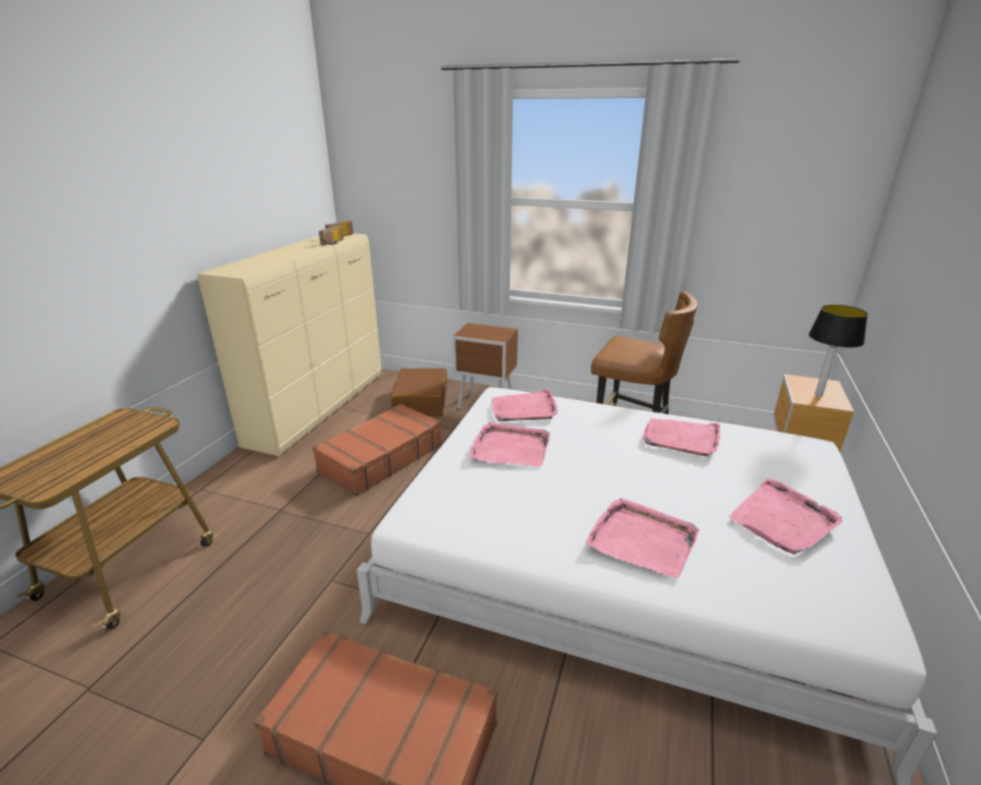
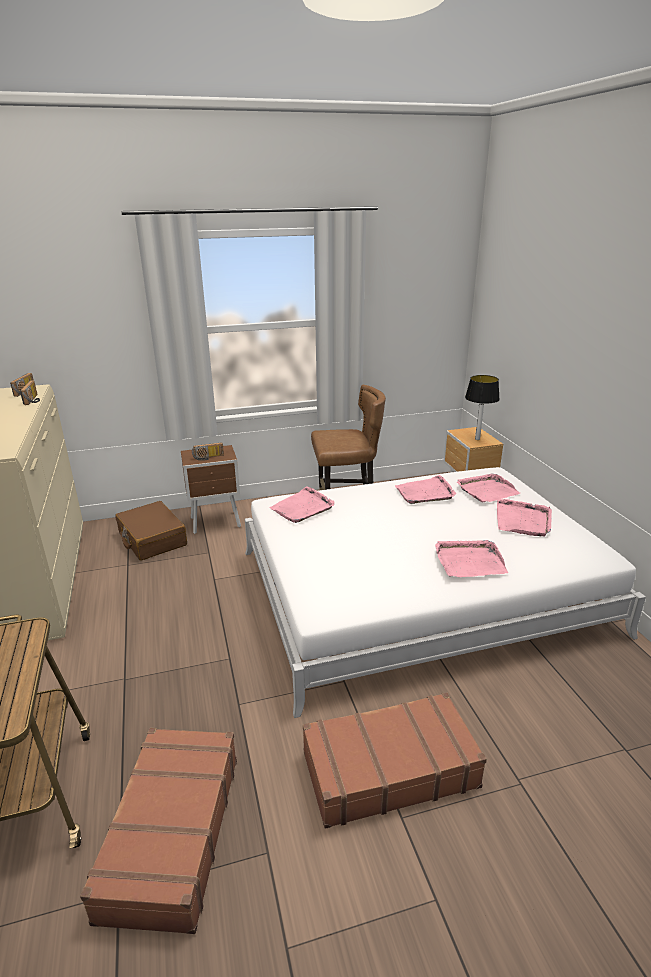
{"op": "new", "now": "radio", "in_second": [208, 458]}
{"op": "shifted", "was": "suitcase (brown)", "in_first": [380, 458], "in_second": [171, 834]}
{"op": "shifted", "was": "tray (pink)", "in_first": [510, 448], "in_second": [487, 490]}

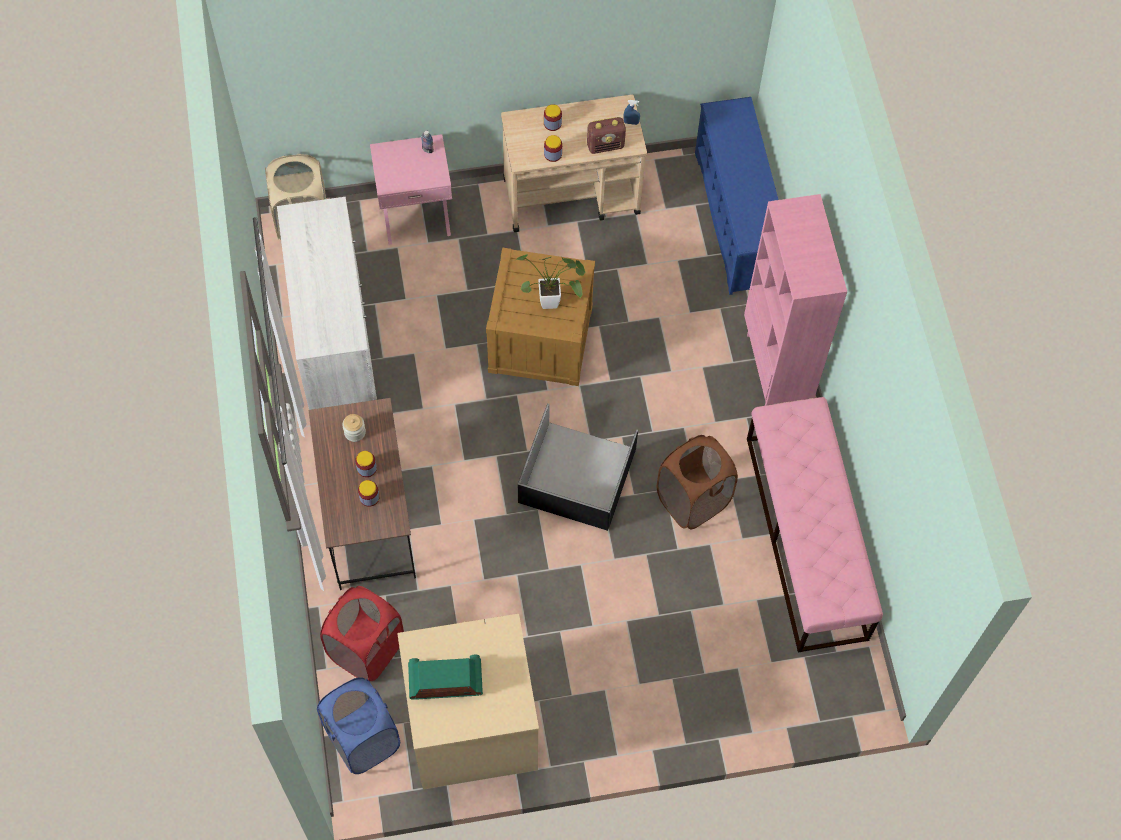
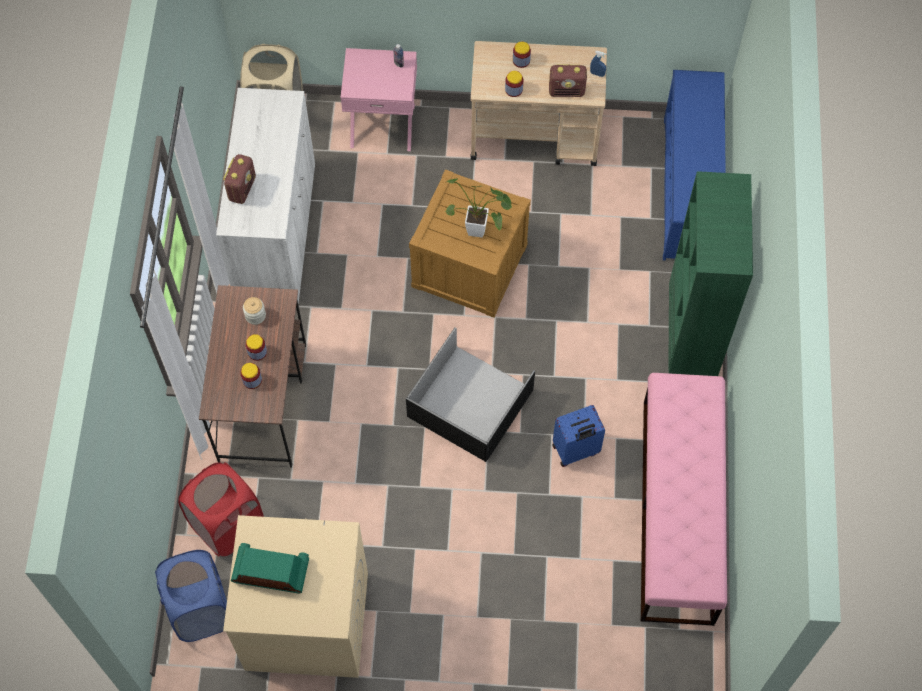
{"op": "new", "now": "radio", "in_second": [242, 188]}
{"op": "swapped", "was": "laundry basket (brown)", "now": "suitcase (blue)", "in_first": [693, 500], "in_second": [575, 451]}
{"op": "repainted", "was": "bookcase (pink)", "now": "bookcase (green)", "in_first": [777, 368], "in_second": [691, 340]}

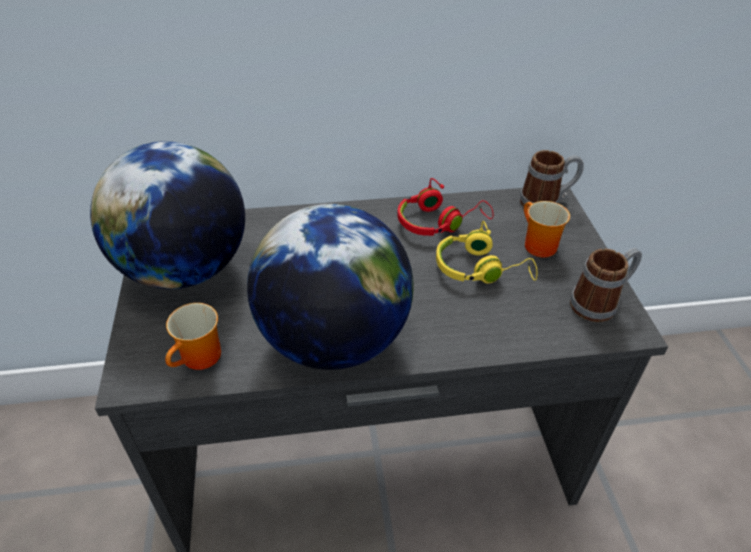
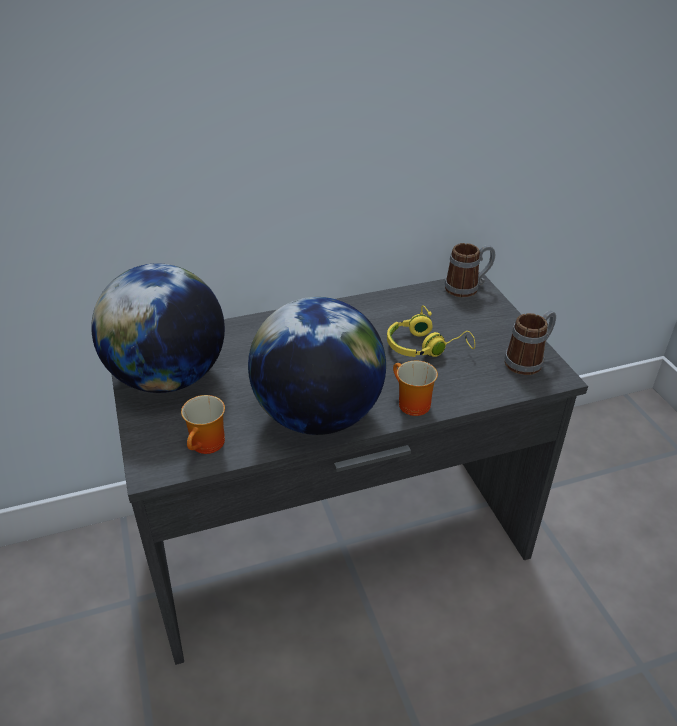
{"op": "gone", "was": "headphones (red)", "in_first": [439, 222]}
{"op": "shifted", "was": "mug", "in_first": [535, 245], "in_second": [409, 404]}

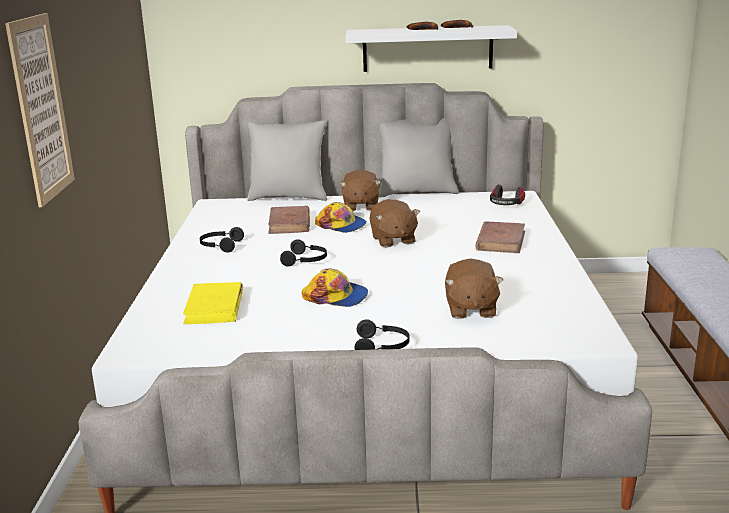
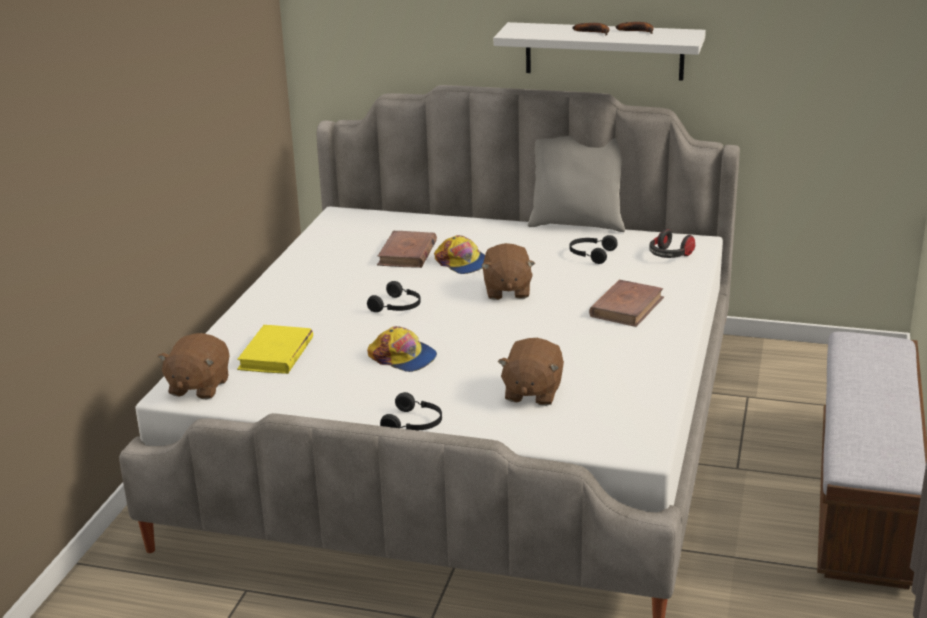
{"op": "gone", "was": "picture", "in_first": [41, 108]}
{"op": "gone", "was": "pillow (grey)", "in_first": [288, 197]}
{"op": "shifted", "was": "headphones (black)", "in_first": [220, 246], "in_second": [591, 254]}
{"op": "shifted", "was": "plush toy (brown)", "in_first": [360, 206], "in_second": [198, 387]}

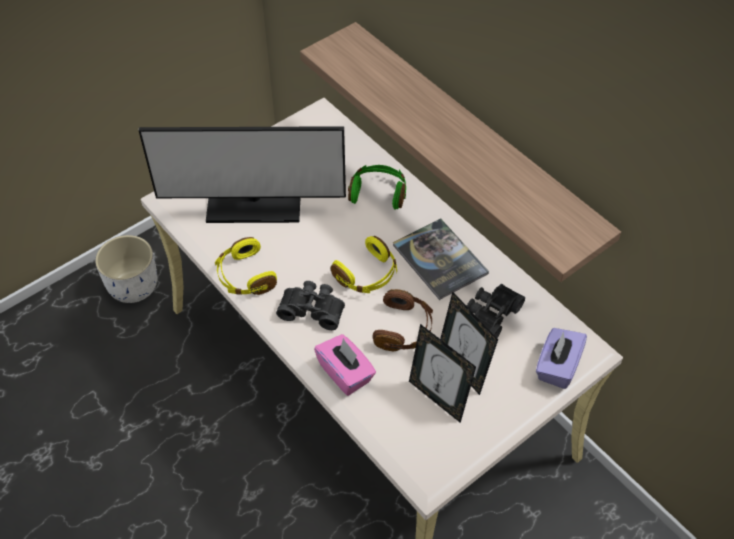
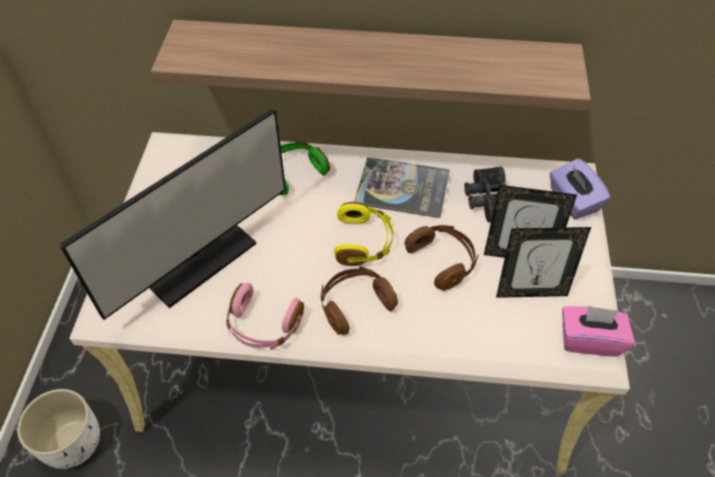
{"op": "shifted", "was": "tissue box (pink)", "in_first": [345, 373], "in_second": [589, 339]}
{"op": "swapped", "was": "binoculars (black)", "now": "headphones (brown)", "in_first": [313, 309], "in_second": [354, 304]}
{"op": "repainted", "was": "headphones (yellow)", "now": "headphones (pink)", "in_first": [245, 276], "in_second": [263, 325]}

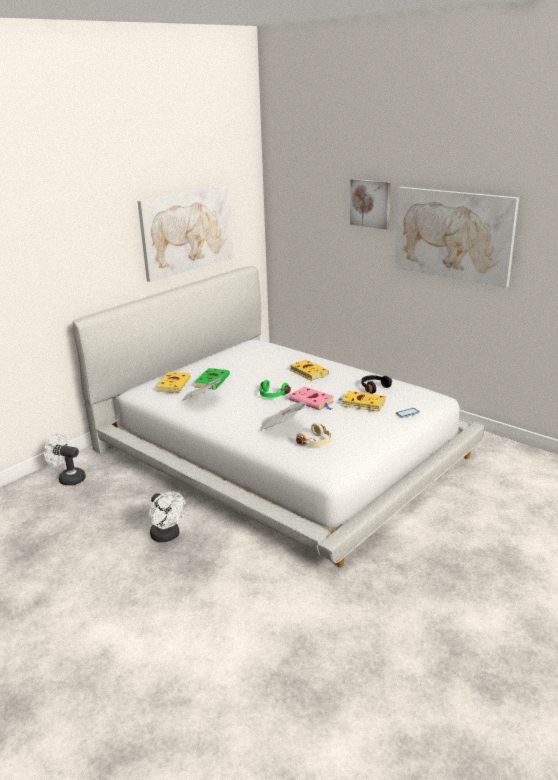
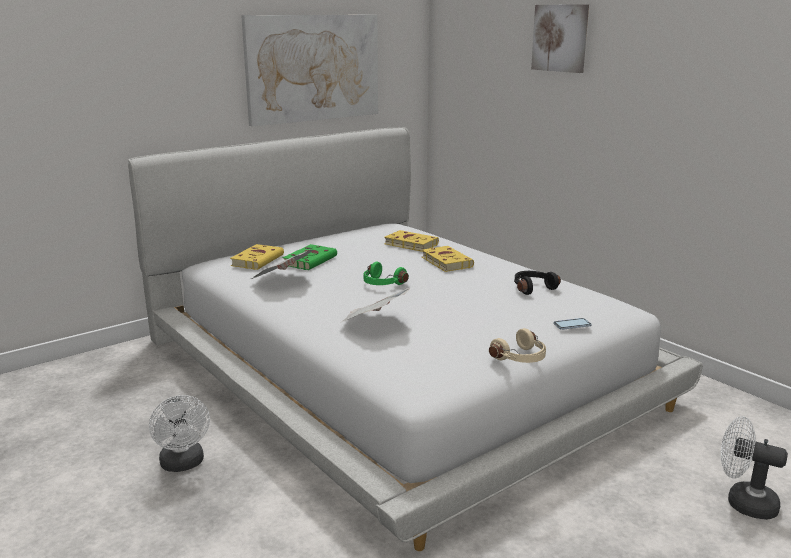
{"op": "gone", "was": "book (pink)", "in_first": [312, 401]}
{"op": "gone", "was": "picture", "in_first": [453, 235]}
{"op": "shifted", "was": "fan (white)", "in_first": [68, 478], "in_second": [743, 502]}
{"op": "shifted", "was": "headphones (beige)", "in_first": [316, 442], "in_second": [521, 358]}
{"op": "shifted", "was": "book (yellow)", "in_first": [362, 403], "in_second": [409, 244]}

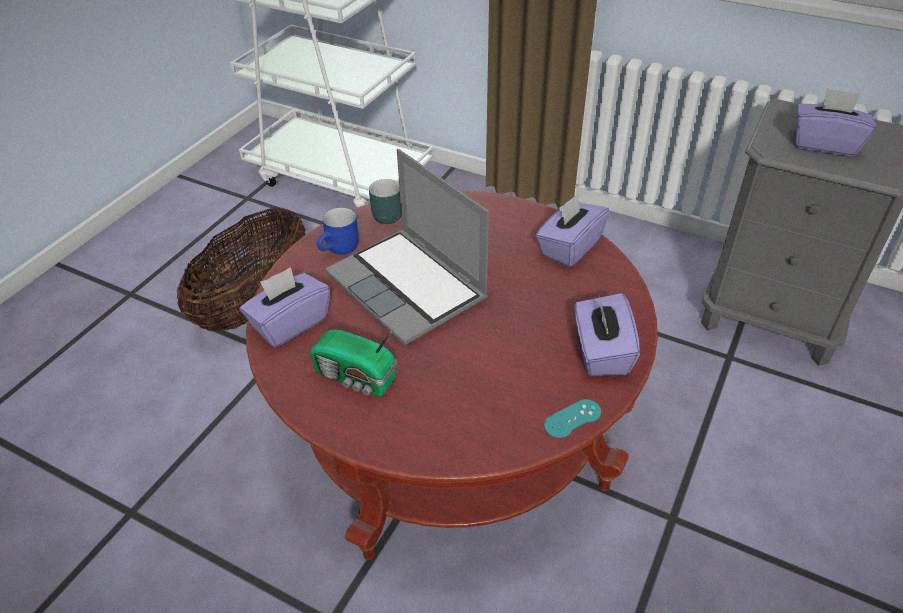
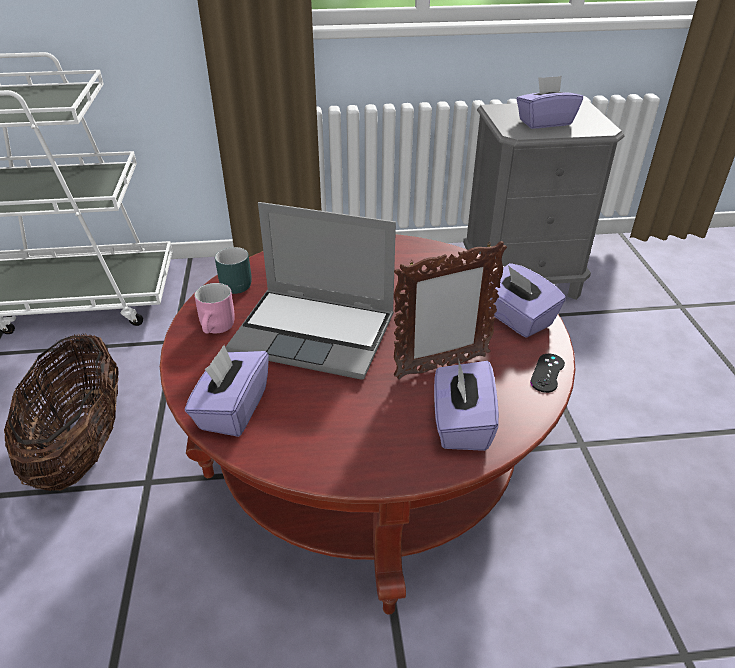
{"op": "gone", "was": "radio", "in_first": [356, 378]}
{"op": "new", "now": "picture frame", "in_second": [441, 366]}
{"op": "shifted", "was": "tissue box (purple)", "in_first": [569, 247], "in_second": [461, 424]}
{"op": "repainted", "was": "mug (blue)", "now": "mug (pink)", "in_first": [340, 249], "in_second": [218, 328]}
{"op": "repainted", "was": "game controller (turquoise)", "now": "game controller (black)", "in_first": [572, 419], "in_second": [547, 373]}

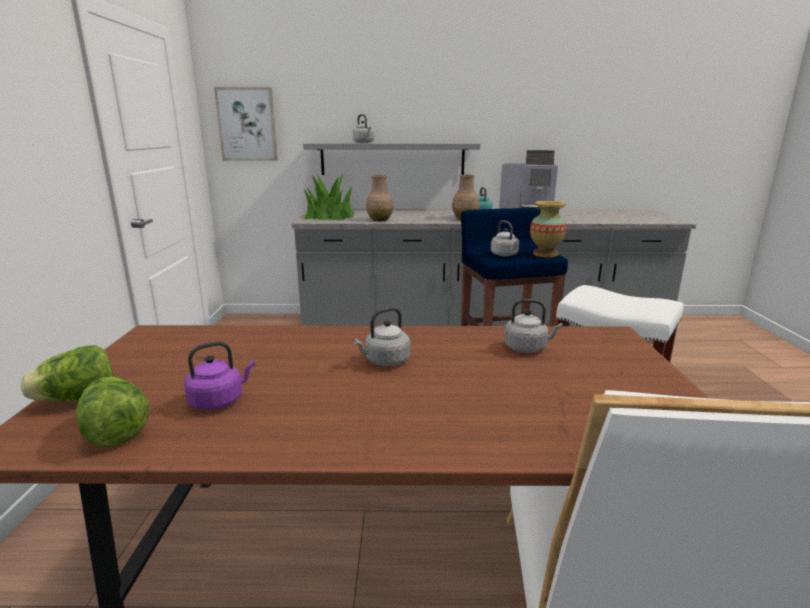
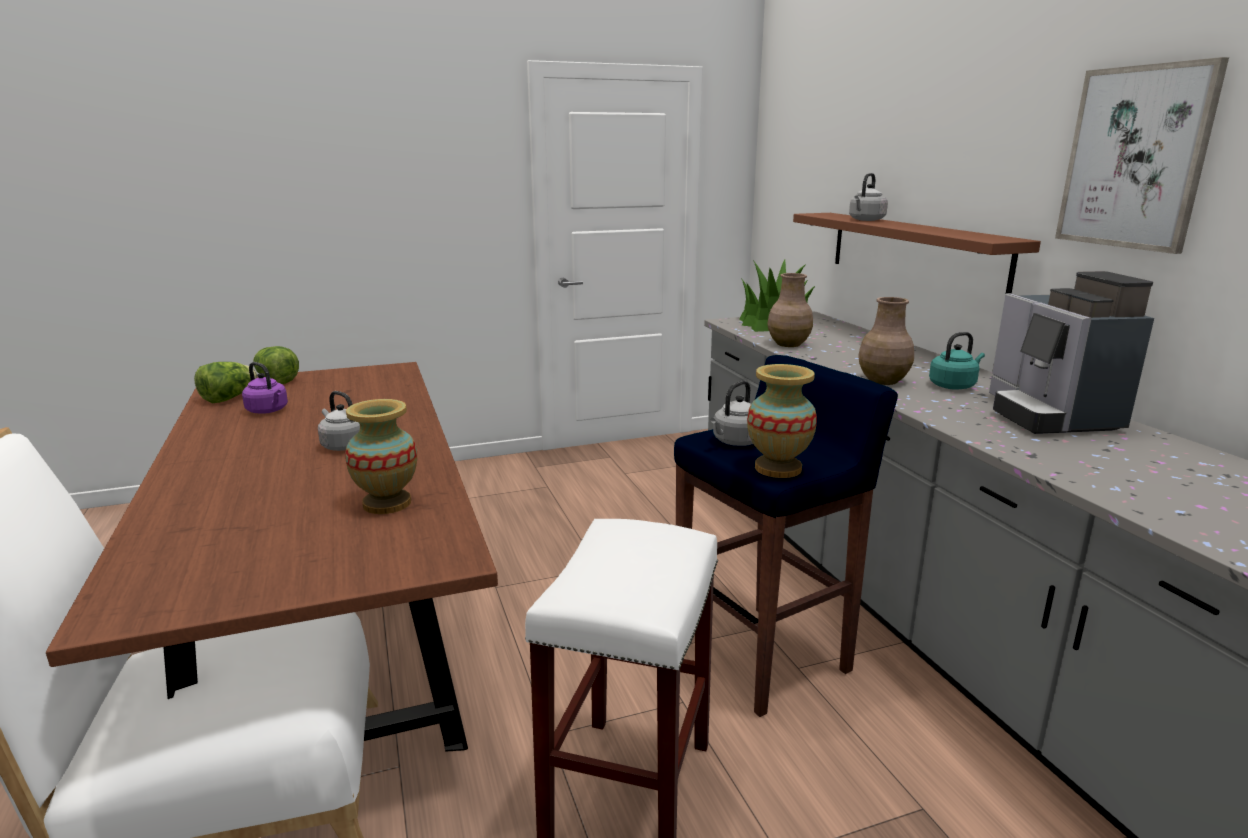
{"op": "shifted", "was": "picture", "in_first": [247, 124], "in_second": [1135, 158]}
{"op": "swapped", "was": "kettle (grey)", "now": "vase", "in_first": [527, 348], "in_second": [387, 504]}
{"op": "repainted", "was": "shelf (grey)", "now": "shelf (brown)", "in_first": [392, 159], "in_second": [913, 252]}

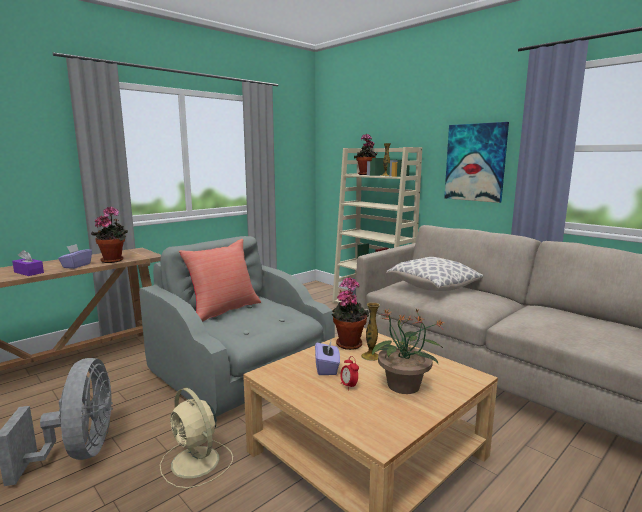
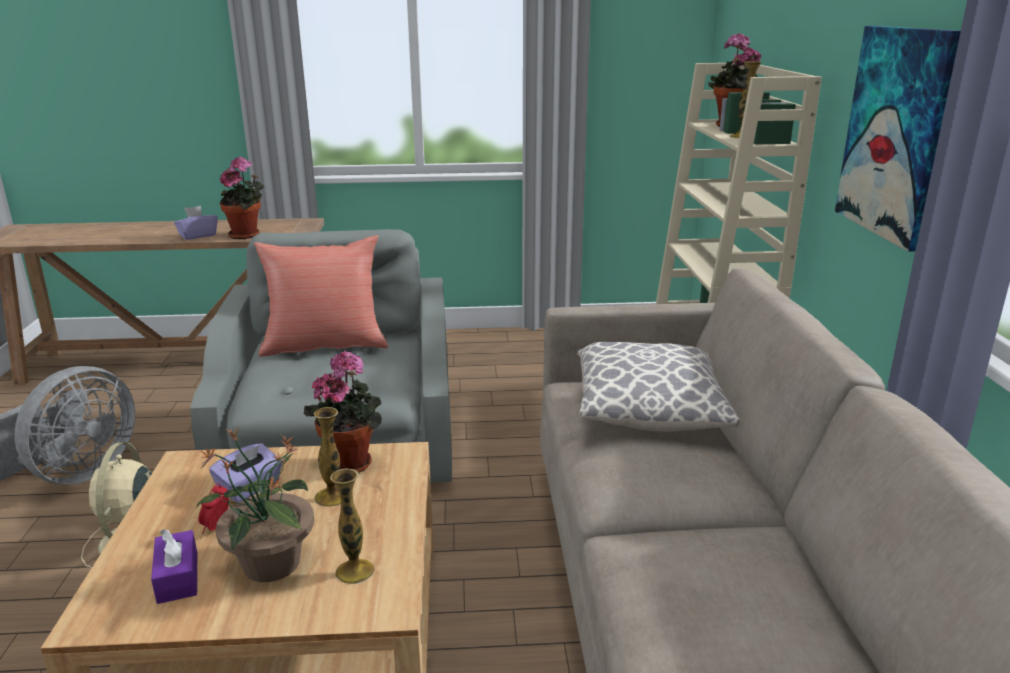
{"op": "new", "now": "vase", "in_second": [355, 571]}
{"op": "shifted", "was": "tissue box (purple)", "in_first": [29, 272], "in_second": [178, 577]}

